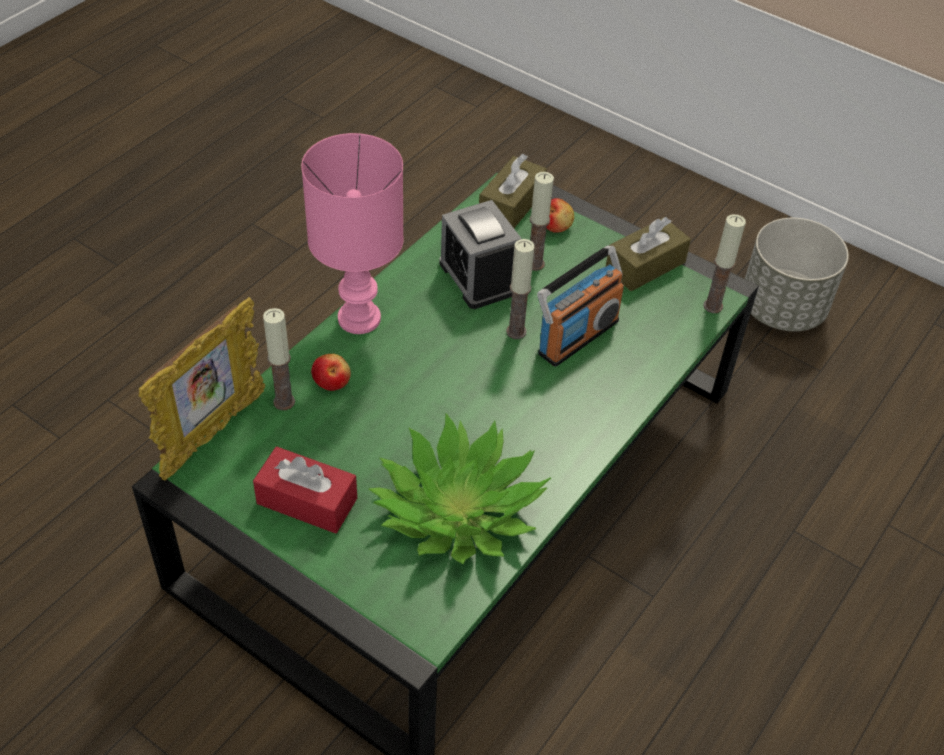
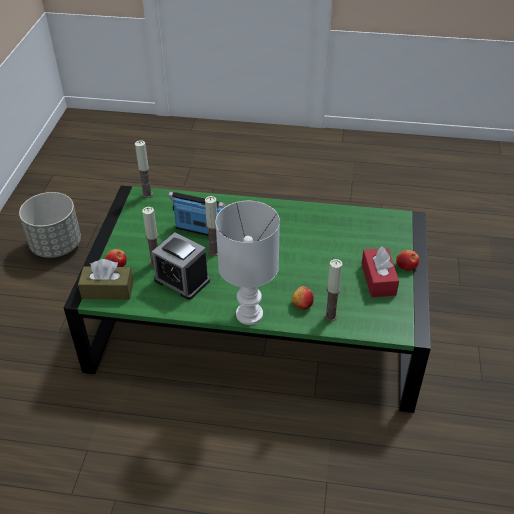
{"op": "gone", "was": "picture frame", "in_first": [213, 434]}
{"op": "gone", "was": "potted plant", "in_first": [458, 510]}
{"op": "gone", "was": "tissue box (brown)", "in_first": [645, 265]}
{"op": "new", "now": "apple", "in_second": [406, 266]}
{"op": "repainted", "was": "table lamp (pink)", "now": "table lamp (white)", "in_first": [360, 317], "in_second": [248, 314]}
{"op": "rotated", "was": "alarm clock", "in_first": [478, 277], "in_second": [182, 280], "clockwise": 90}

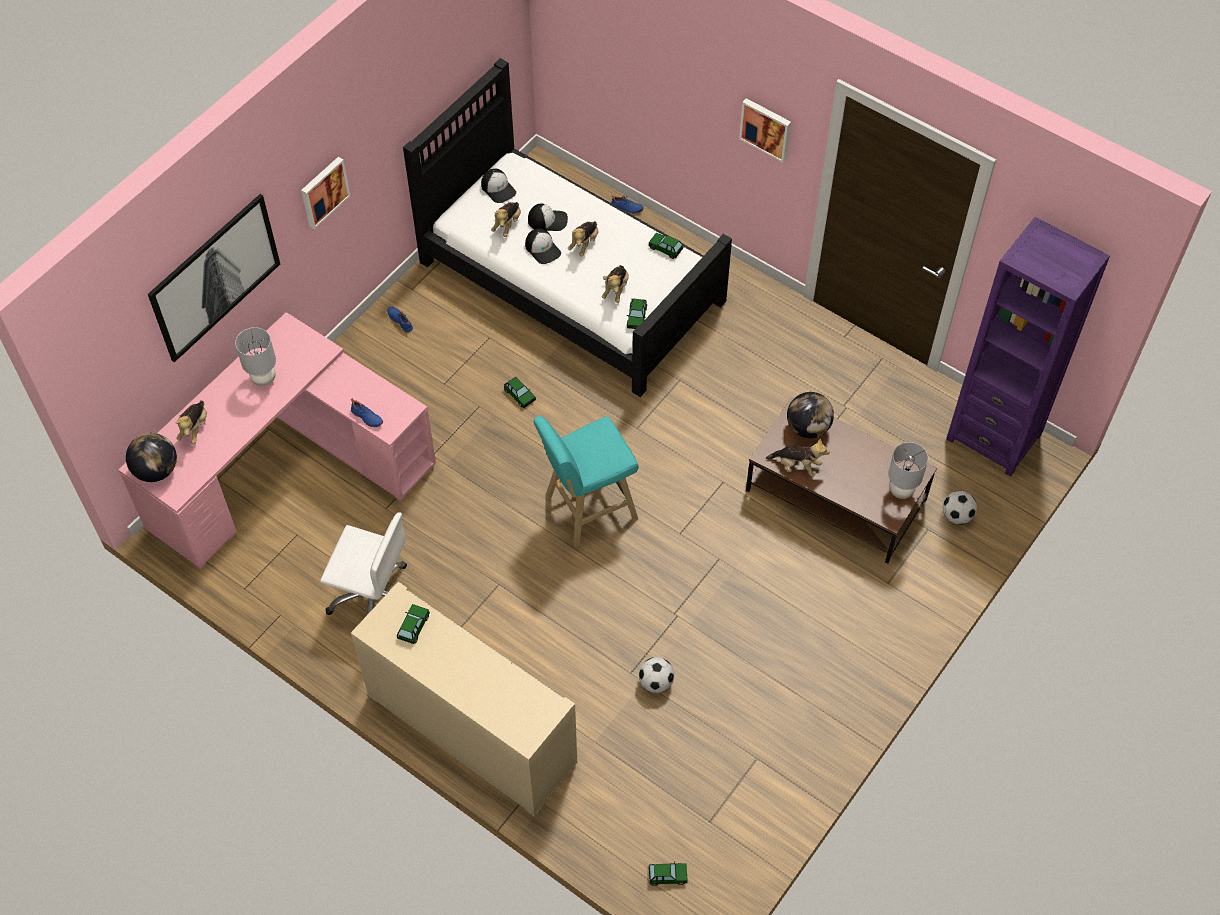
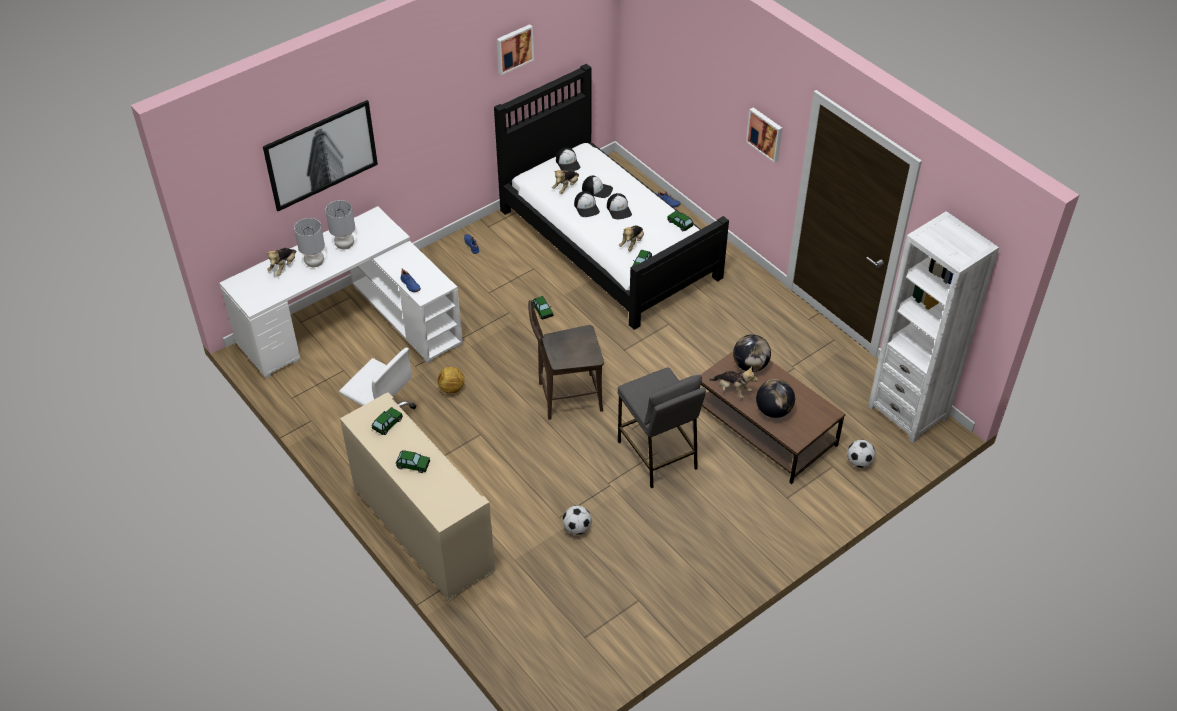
{"op": "new", "now": "football", "in_second": [451, 388]}
{"op": "new", "now": "stool (grey)", "in_second": [657, 455]}
{"op": "shifted", "was": "globe", "in_first": [156, 470], "in_second": [773, 410]}
{"op": "shifted", "was": "picture", "in_first": [323, 191], "in_second": [514, 48]}
{"op": "shifted", "was": "toy car", "in_first": [667, 875], "in_second": [413, 464]}
{"op": "shifted", "was": "table lamp (grey)", "in_first": [901, 491], "in_second": [314, 263]}
{"op": "swapped", "was": "stool (turquoise)", "now": "chair (brown)", "in_first": [587, 509], "in_second": [566, 397]}
{"op": "swapped", "was": "plush toy", "now": "cap", "in_first": [584, 244], "in_second": [619, 209]}
{"op": "repainted", "was": "desk (pink)", "now": "desk (white)", "in_first": [288, 468], "in_second": [354, 325]}
{"op": "repainted", "was": "bookcase (purple)", "now": "bookcase (white)", "in_first": [994, 437], "in_second": [908, 412]}

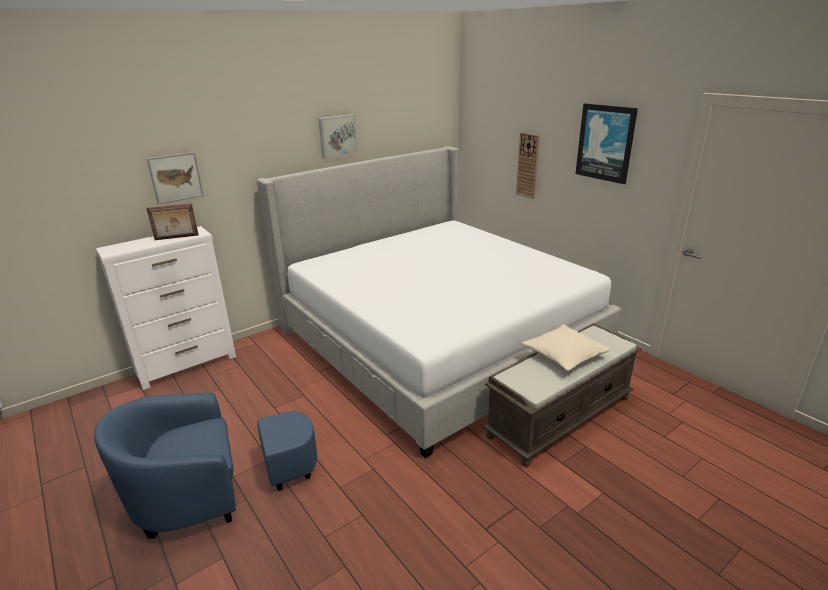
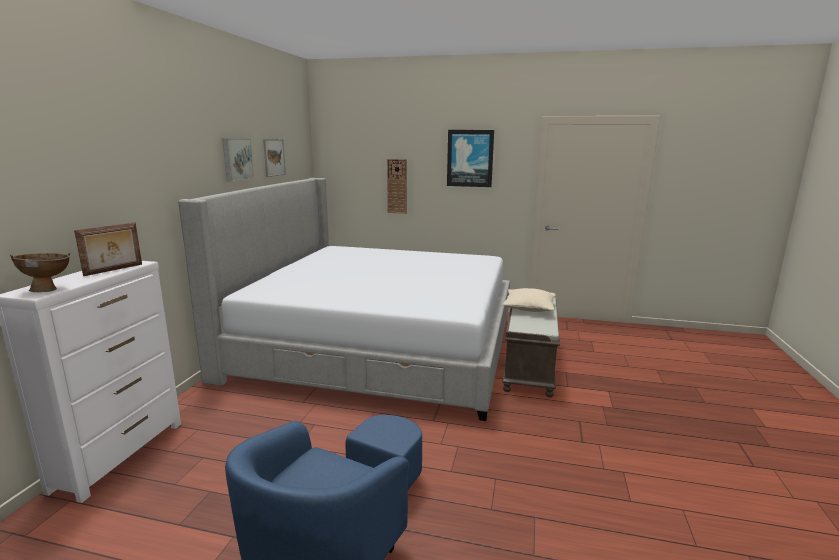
{"op": "new", "now": "bowl (brown)", "in_second": [49, 289]}
{"op": "shifted", "was": "picture", "in_first": [176, 177], "in_second": [274, 157]}

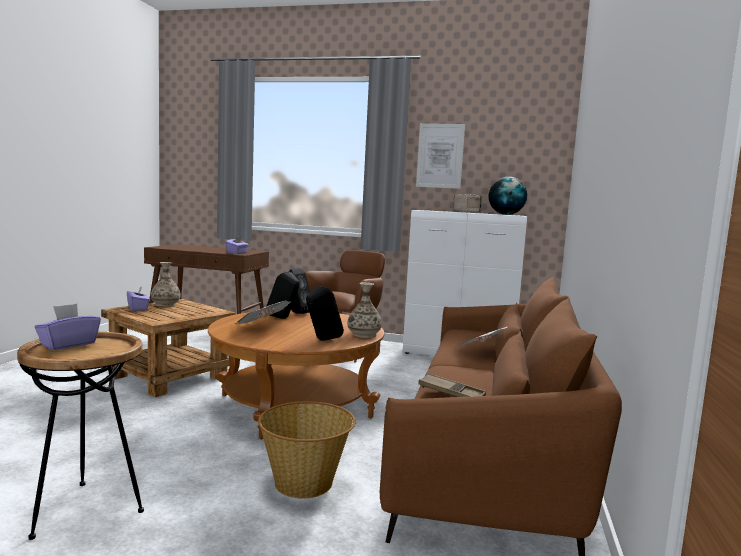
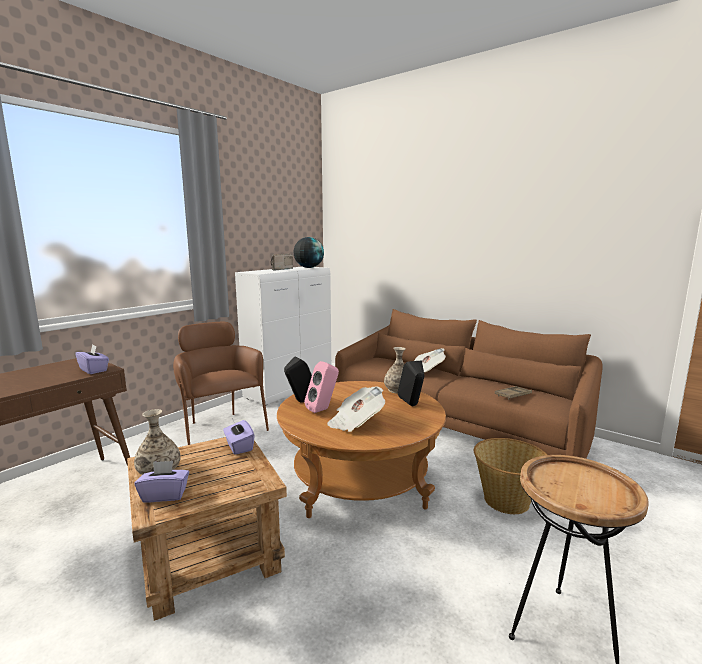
{"op": "gone", "was": "picture", "in_first": [440, 156]}
{"op": "shifted", "was": "tissue box (purple)", "in_first": [68, 344], "in_second": [239, 447]}
{"op": "repainted", "was": "speaker (black)", "now": "speaker (pink)", "in_first": [283, 318], "in_second": [323, 410]}

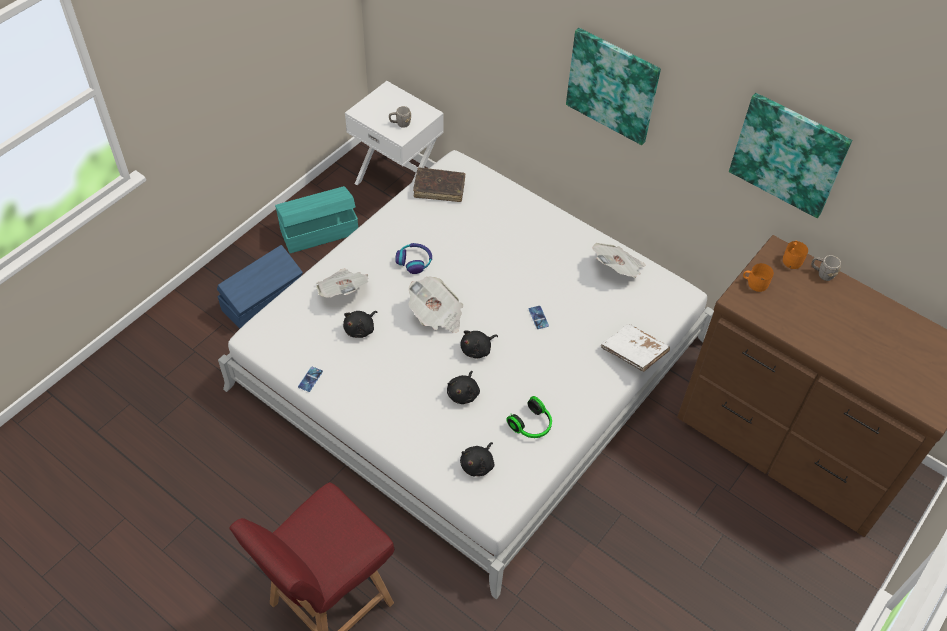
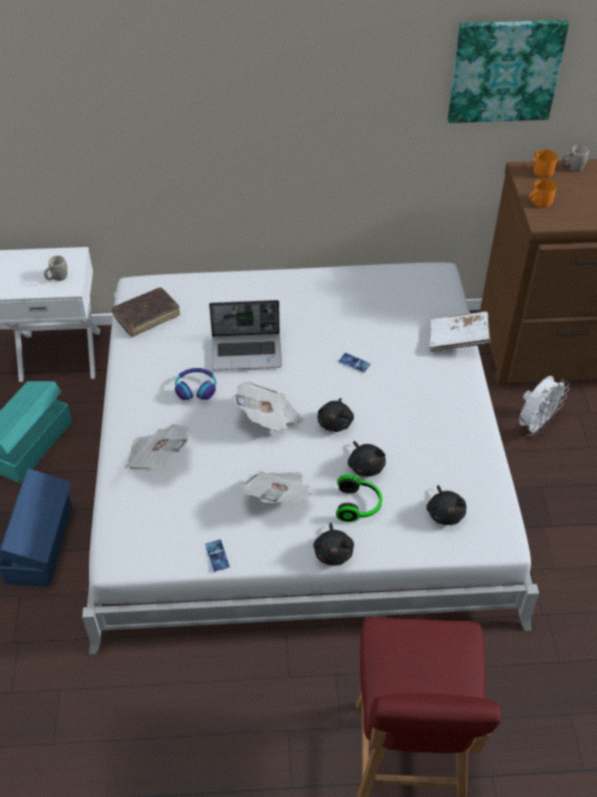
{"op": "gone", "was": "picture", "in_first": [613, 85]}
{"op": "new", "now": "laptop", "in_second": [247, 352]}
{"op": "new", "now": "fan (white)", "in_second": [535, 425]}
{"op": "shifted", "was": "plush toy (black)", "in_first": [361, 329], "in_second": [333, 552]}
{"op": "shifted", "was": "headphones", "in_first": [532, 425], "in_second": [358, 505]}
{"op": "shifted", "was": "newspaper", "in_first": [618, 269], "in_second": [279, 497]}

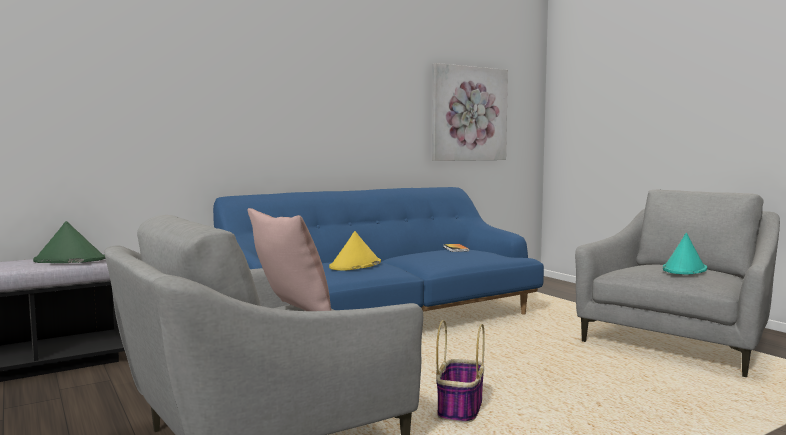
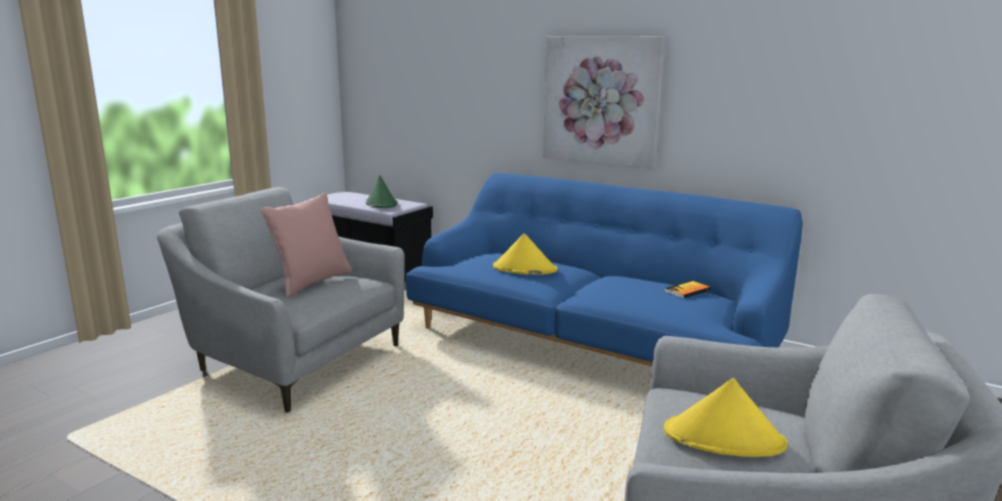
{"op": "gone", "was": "basket", "in_first": [460, 408]}
{"op": "shifted", "was": "picture", "in_first": [469, 114], "in_second": [601, 100]}
{"op": "repainted", "was": "hat (turquoise)", "now": "hat (yellow)", "in_first": [684, 269], "in_second": [724, 438]}

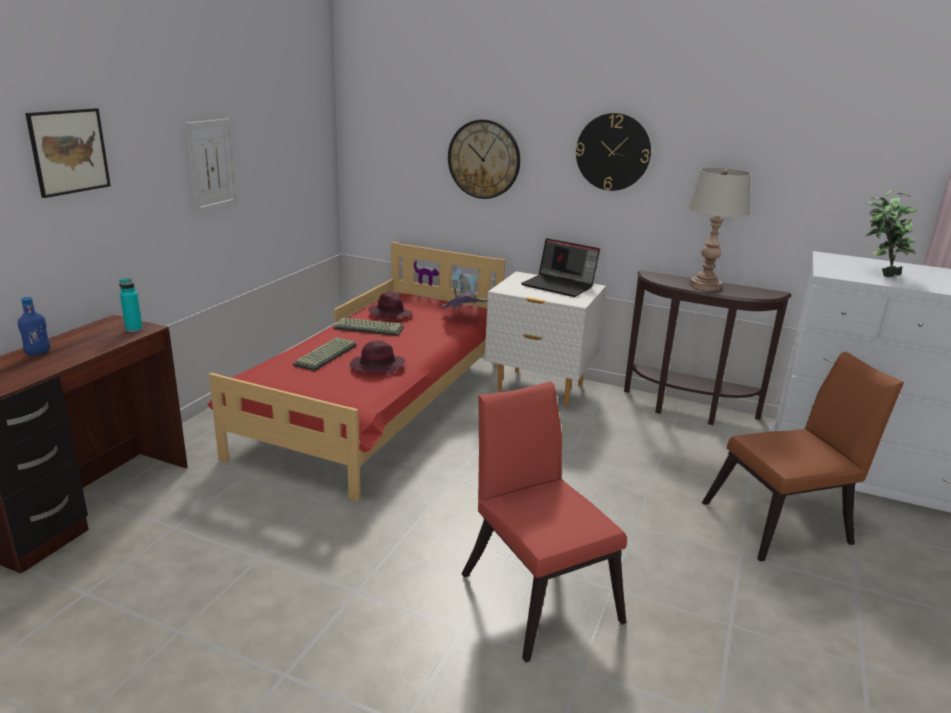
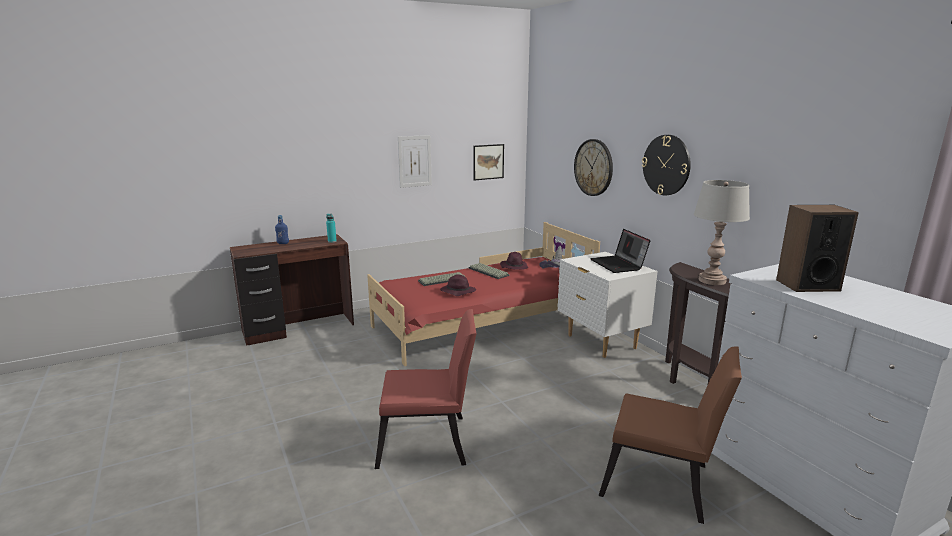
{"op": "shifted", "was": "picture", "in_first": [69, 151], "in_second": [488, 162]}
{"op": "swapped", "was": "potted plant", "now": "speaker", "in_first": [879, 274], "in_second": [807, 285]}
{"op": "rotated", "was": "chair (red)", "in_first": [537, 590], "in_second": [429, 443], "clockwise": 75}

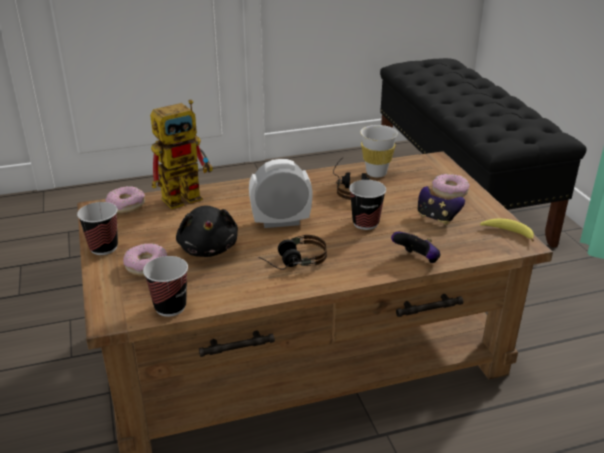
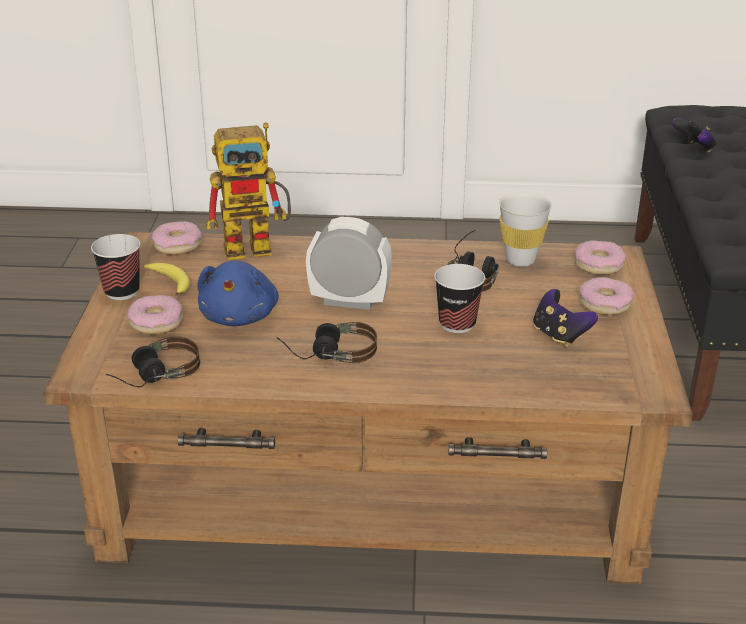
{"op": "new", "now": "donut", "in_second": [598, 265]}
{"op": "shifted", "was": "game controller", "in_first": [417, 260], "in_second": [694, 148]}
{"op": "shifted", "was": "banana", "in_first": [507, 232], "in_second": [170, 282]}
{"op": "swapped", "was": "cup", "now": "headphones", "in_first": [170, 307], "in_second": [152, 376]}
{"op": "repainted", "was": "plush toy (black)", "now": "plush toy (blue)", "in_first": [208, 248], "in_second": [240, 316]}

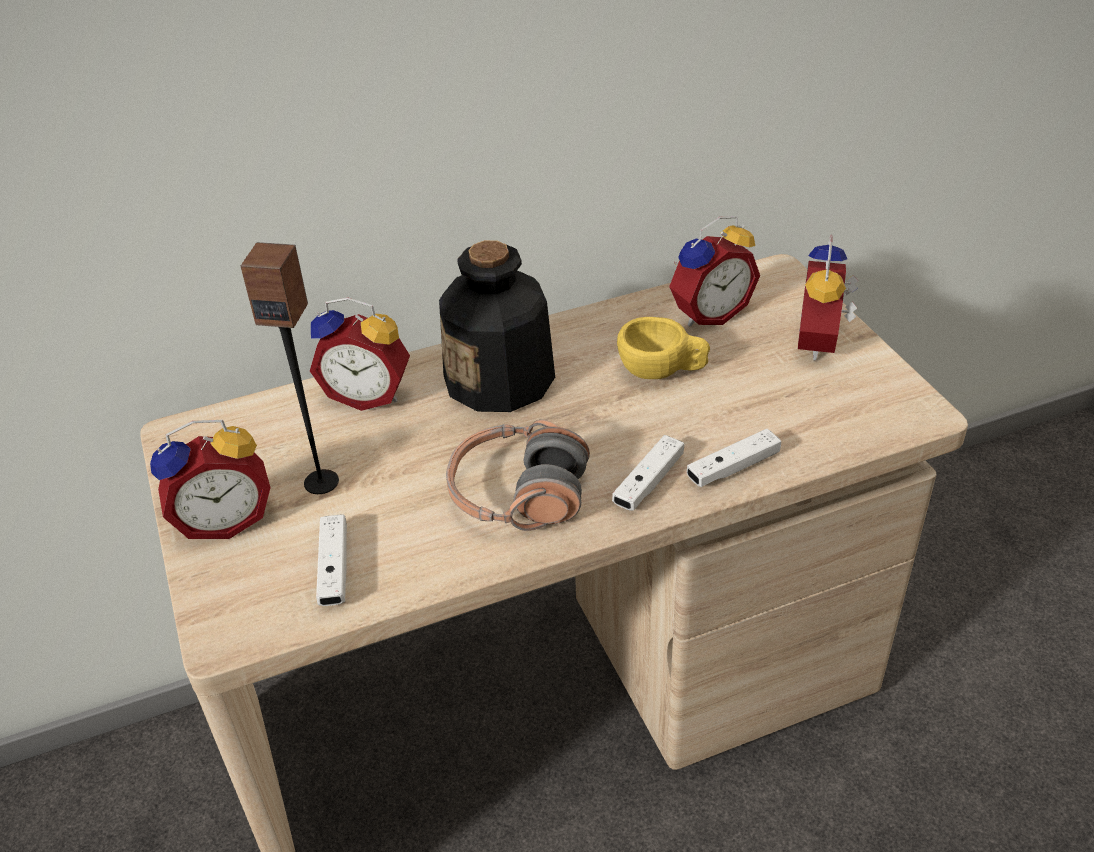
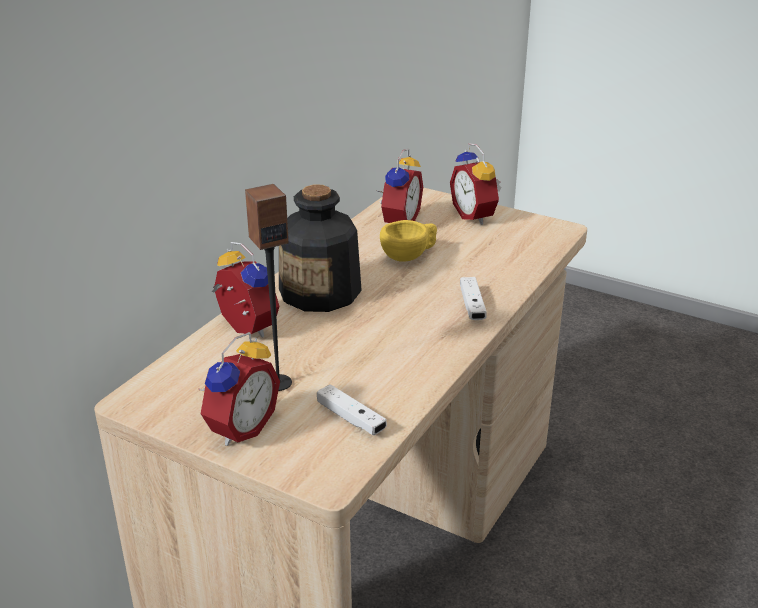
{"op": "gone", "was": "headphones", "in_first": [518, 494]}
{"op": "gone", "was": "game controller (white)", "in_first": [733, 468]}
{"op": "rotated", "was": "alarm clock", "in_first": [368, 394], "in_second": [244, 329], "clockwise": -105}

